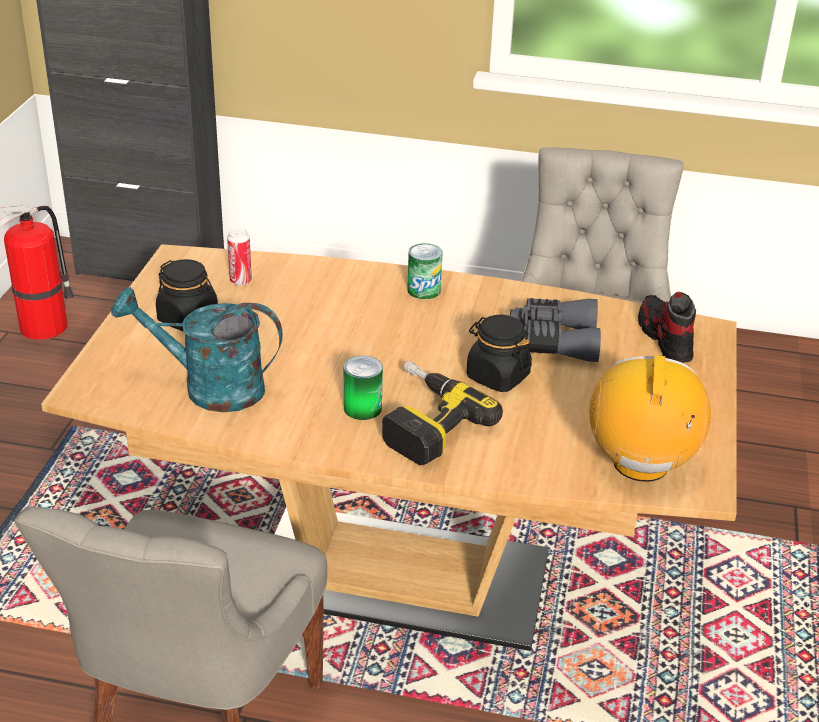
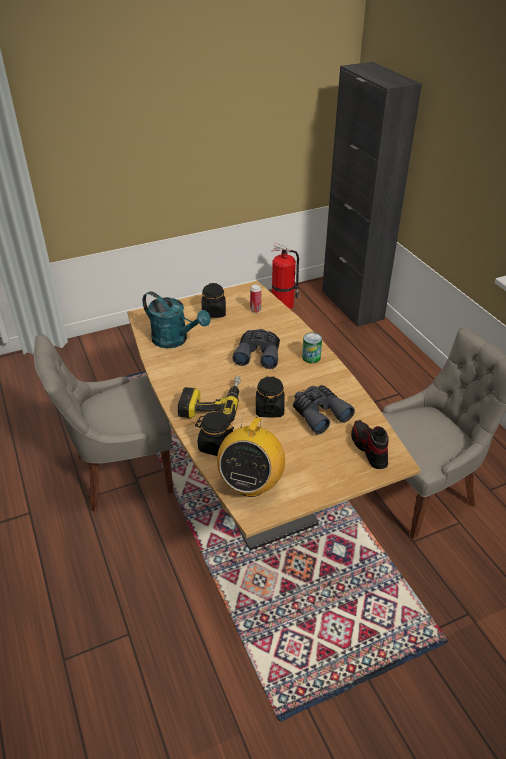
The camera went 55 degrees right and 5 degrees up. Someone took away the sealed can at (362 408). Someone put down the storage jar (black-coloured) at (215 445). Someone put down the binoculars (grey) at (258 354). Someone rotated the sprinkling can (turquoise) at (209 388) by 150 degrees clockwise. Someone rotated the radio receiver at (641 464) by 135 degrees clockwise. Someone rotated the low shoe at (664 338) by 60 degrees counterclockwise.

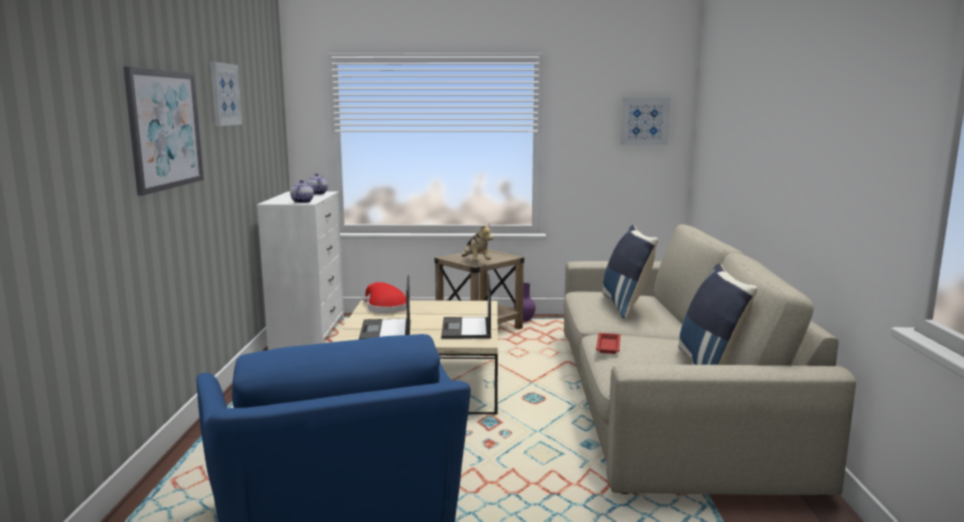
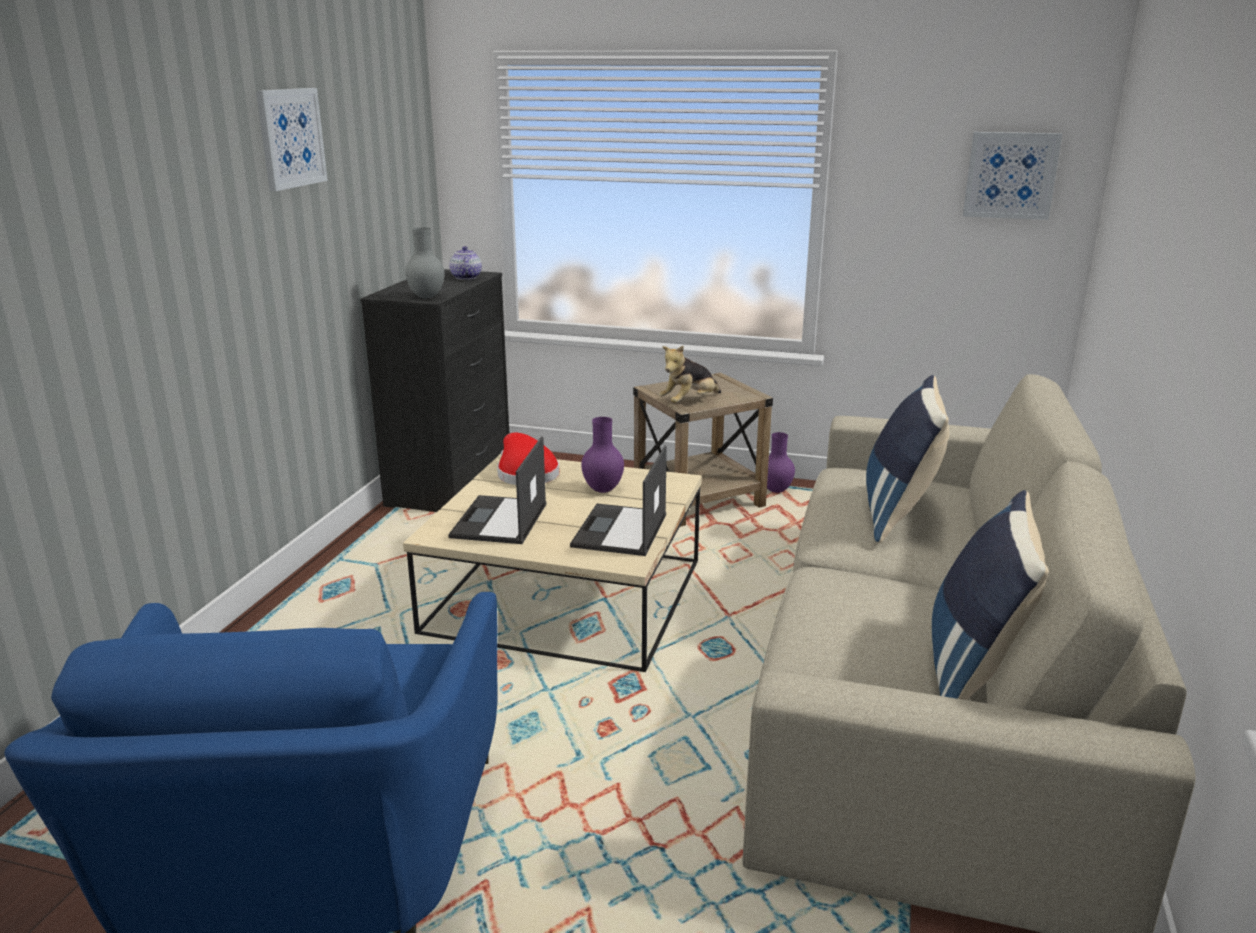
The camera went 15 degrees right and 10 degrees up. Someone took away the wall picture at (165 129). Someone took away the tray (reddish) at (608 346). Someone put down the flower vase (purple-coloured) at (603 489). Someone swapped the pot for tea at (302 202) for the flower vase (grey) at (426 297). Someone repainted the chest of drawers (whitish) at (309 334), which became the chest of drawers (black-coloured) at (451 483). Someone rotated the plush toy at (475 262) by 60 degrees clockwise.

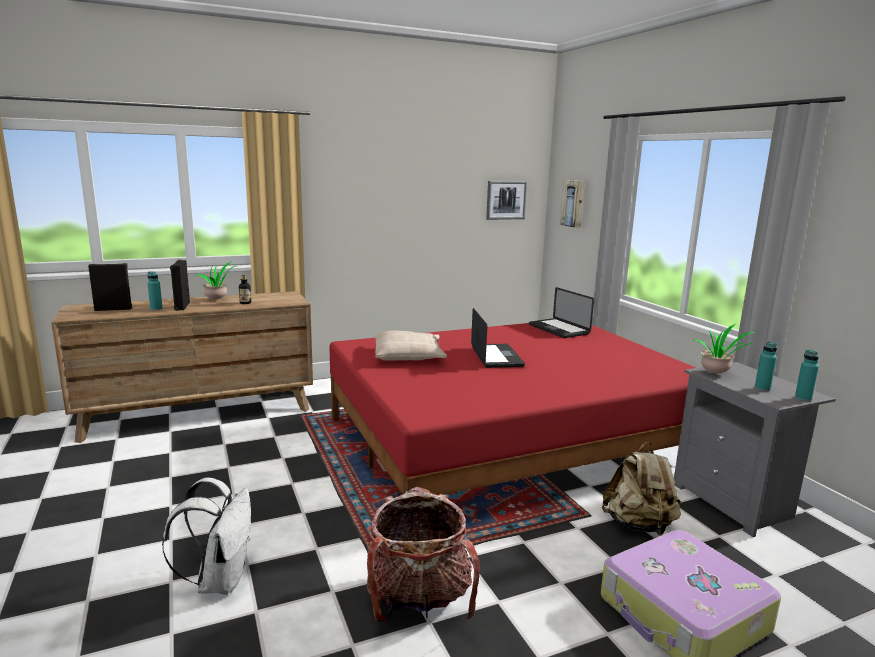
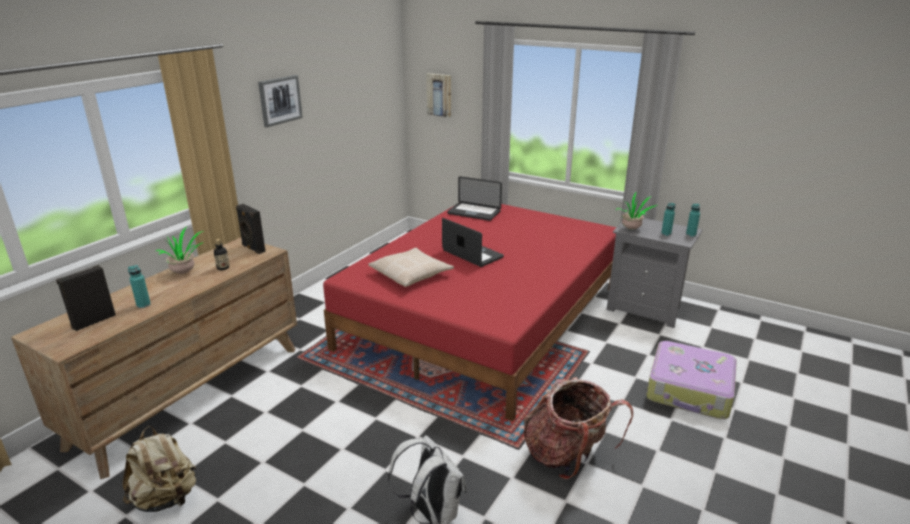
The camera went 35 degrees left and 10 degrees up. Someone carried the loudspeaker (black-coloured) from (181 306) to (253 249). Someone carried the wall picture from (506 200) to (280 100). Someone carried the rucksack (beige) from (639 525) to (166 498).

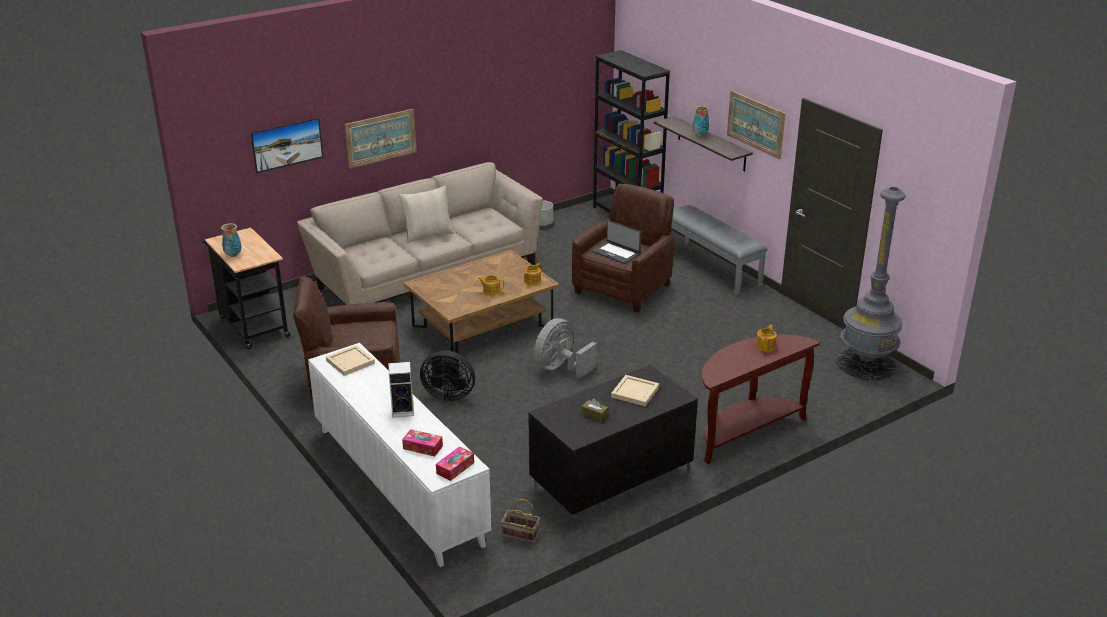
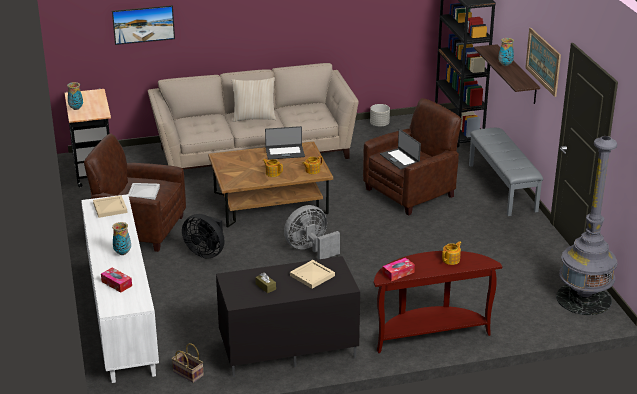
The camera went 20 degrees right and 0 degrees up. Someone took away the wall picture at (381 138). Someone put down the tray (whitish) at (143 193). Someone put down the laptop at (285 152). Someone carried the tissue holder from (455 468) to (398 273). Someone swapped the loudspeaker at (403 410) for the flower vase at (123 253).

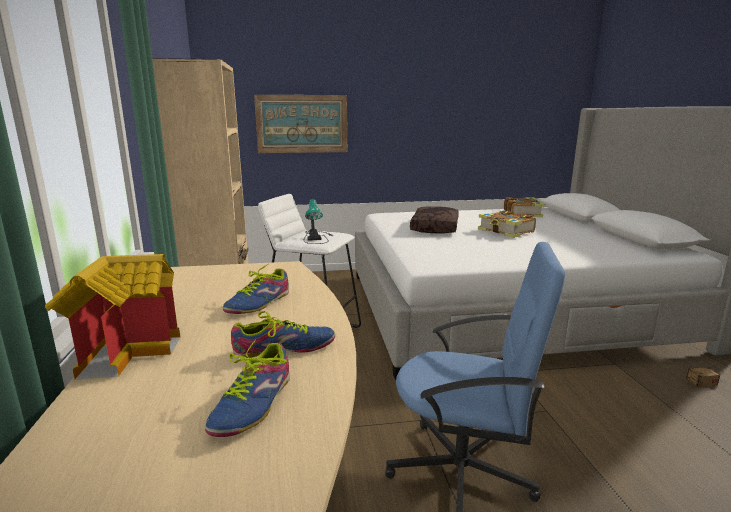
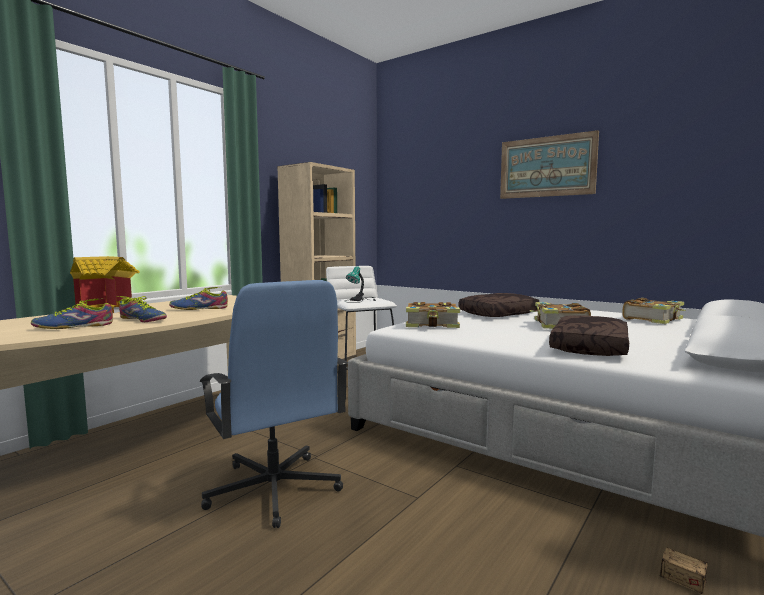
The camera went 45 degrees right and 10 degrees down. Someone put down the volume at (432 324). Someone put down the throw pillow (brown-coloured) at (591 347). Someone carried the wall picture from (302 124) to (546 167).

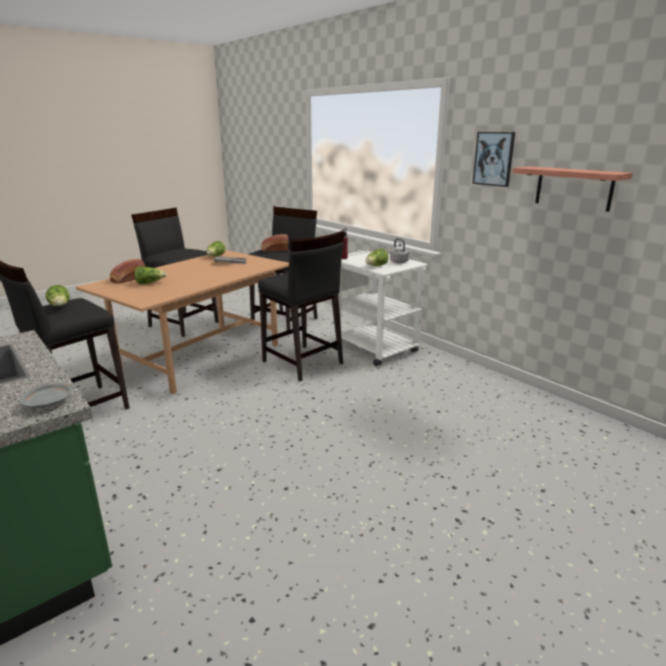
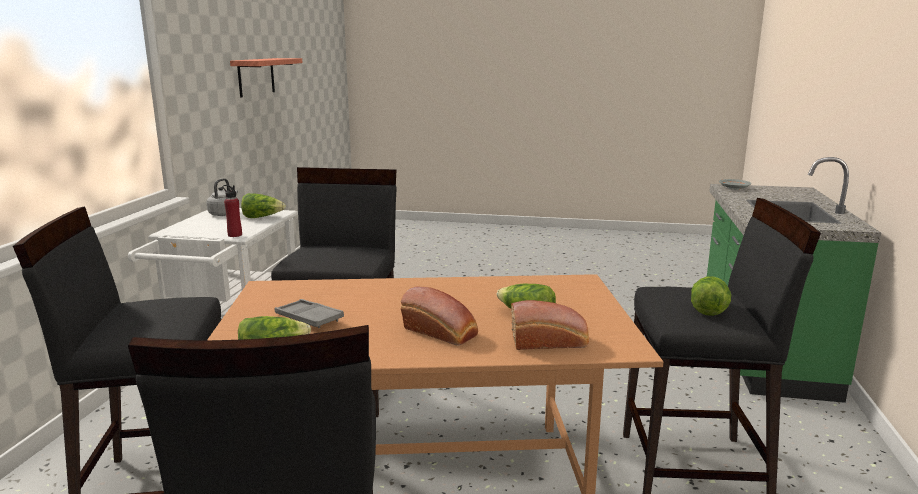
The camera went 130 degrees left and 5 degrees down. Someone took away the wall picture at (494 159). Someone carried the bread from (274 250) to (442 333).

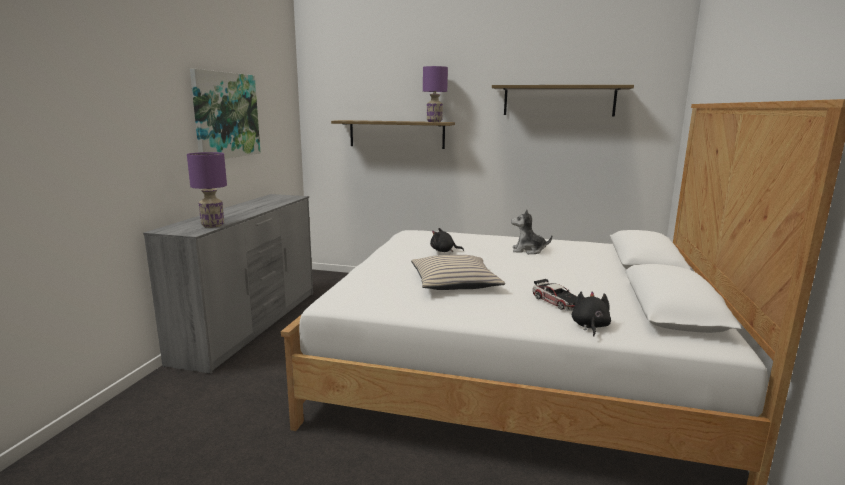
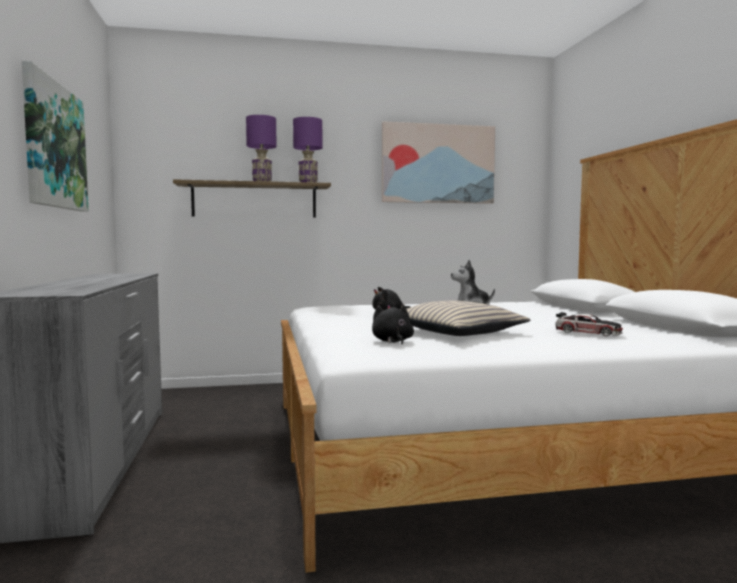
The camera went 25 degrees left and 10 degrees down. Someone carried the lamp for a table (purple-coloured) from (212 225) to (262 182). Someone carried the plush toy (black-coloured) from (589 326) to (392 341). Someone swapped the wall shelf at (558 101) for the wall picture at (438 164).

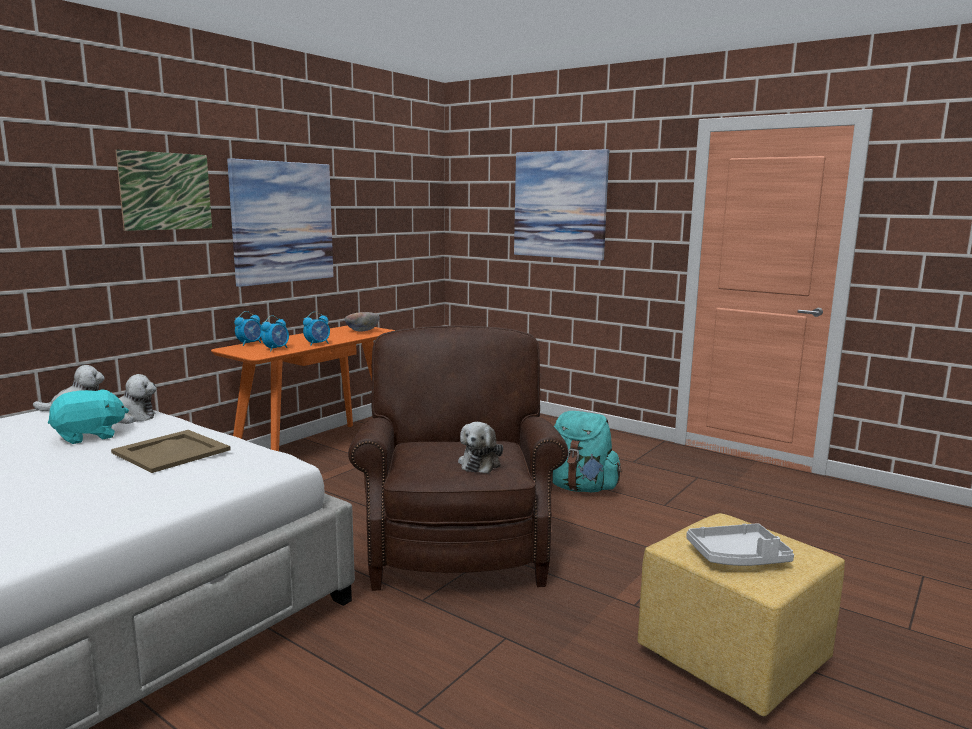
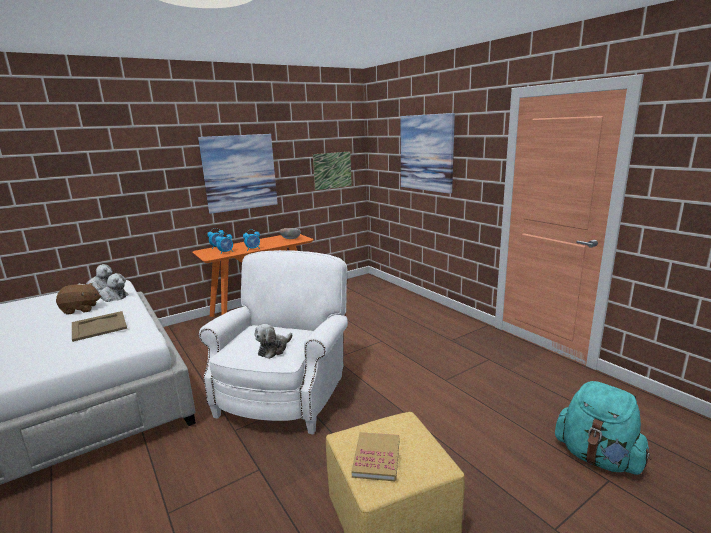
The camera went 20 degrees right and 5 degrees up. Someone carried the wall picture from (166 191) to (332 170). Someone carried the rucksack (turquoise) from (579 487) to (597 457). Someone swapped the tray (grey) at (738 557) for the volume at (376 458). Someone repainted the plush toy (turquoise) at (89 436), which became the plush toy (brown-coloured) at (81 309). Someone repainted the easy chair (brown-coloured) at (457 545), which became the easy chair (whitish) at (286 392).

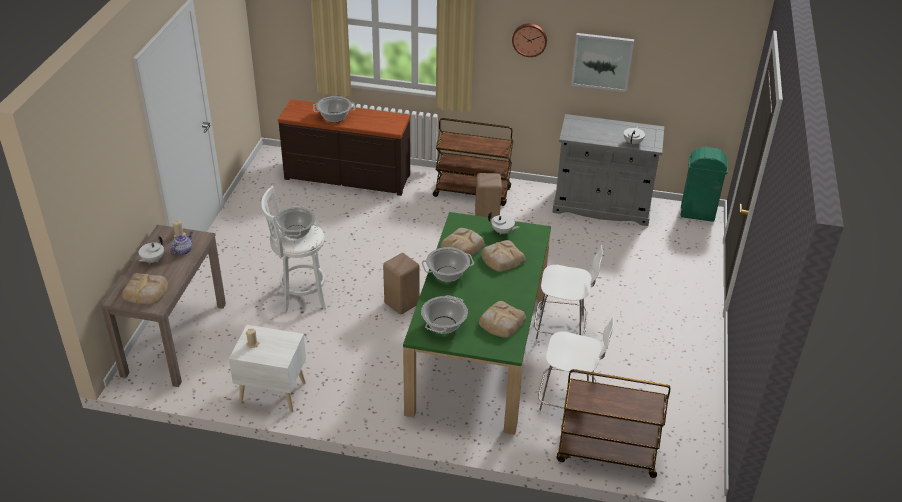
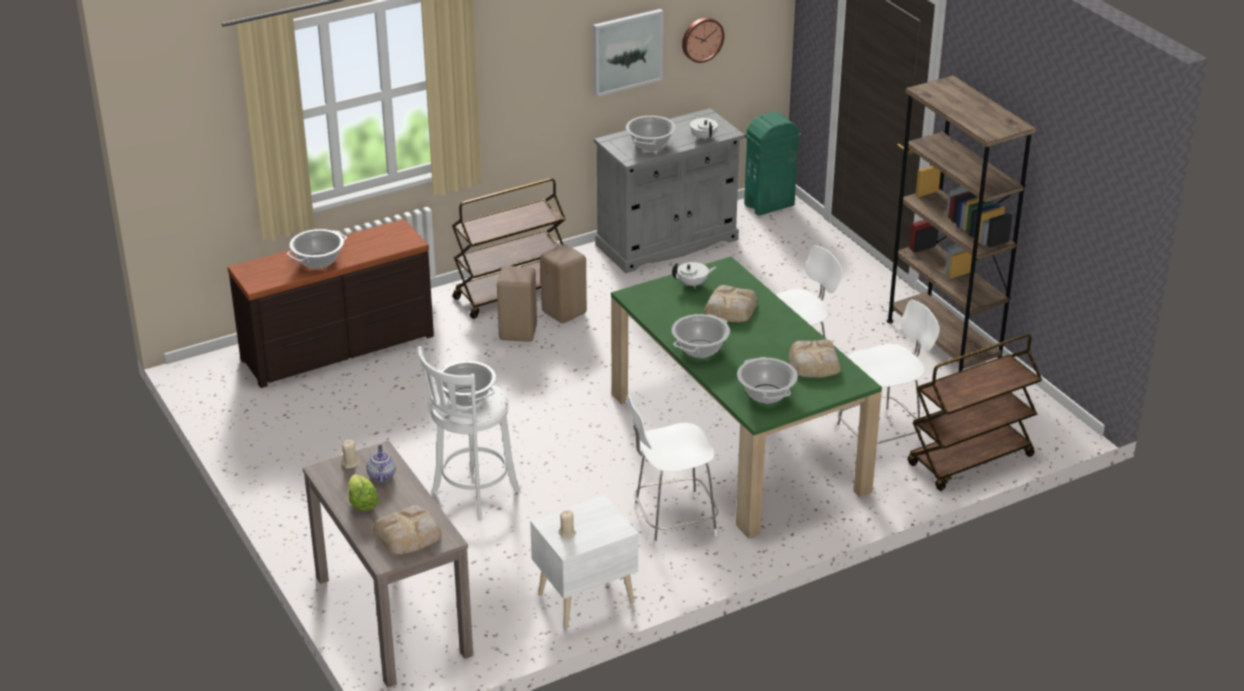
The camera went 40 degrees left and 5 degrees down. Someone took away the bread at (463 246). Someone put down the cooking pot at (650 144). Someone put down the chair (whitish) at (671 523). Someone put down the shelving unit (brown-coloured) at (943 342). Someone carried the sitting stool (beige) from (400 303) to (517 333). Someone carried the clock on the wall from (529 39) to (701 39). Someone swapped the pot for tea (whitish) at (152 260) for the lettuce at (362 503).

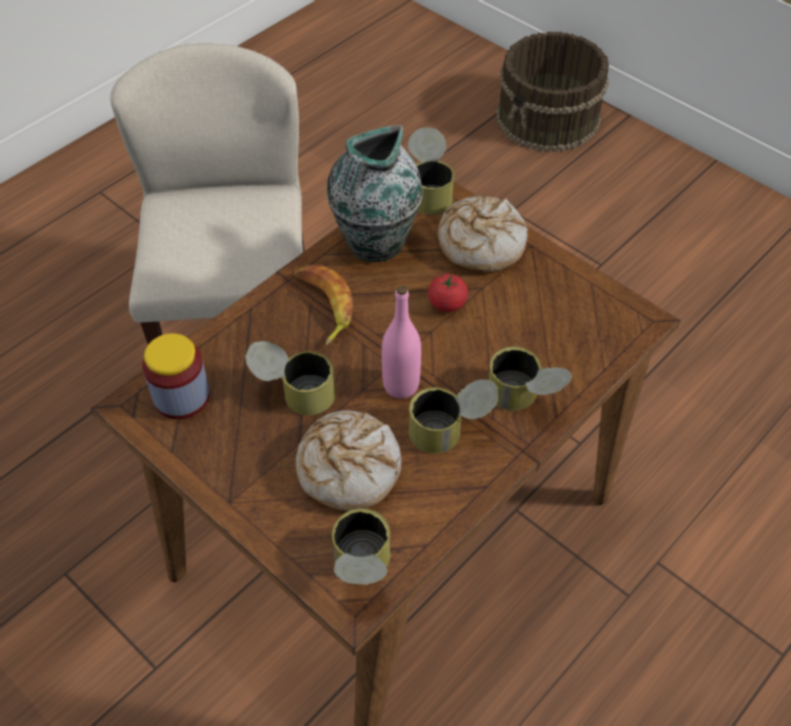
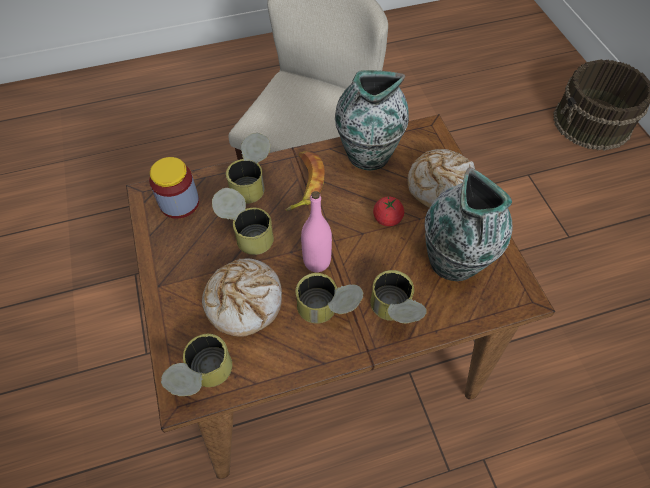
The camera went 30 degrees right and 5 degrees up. Someone put down the flower vase at (454 262). Someone carried the sealed can from (429 190) to (252 182).

